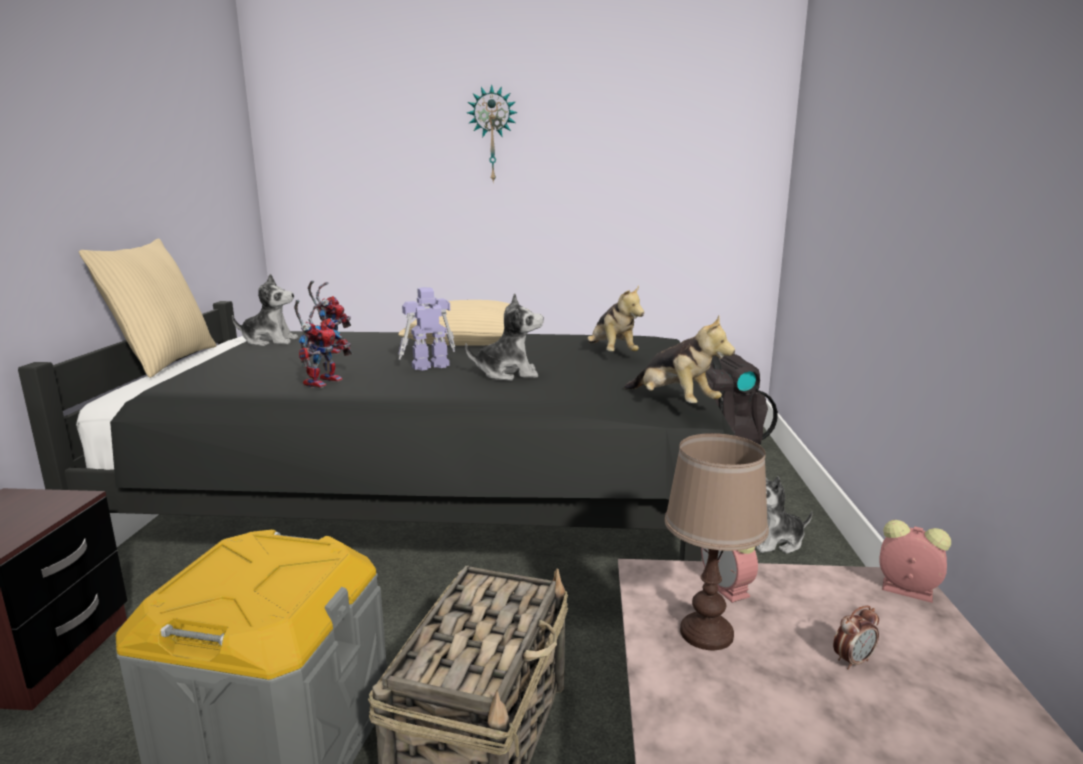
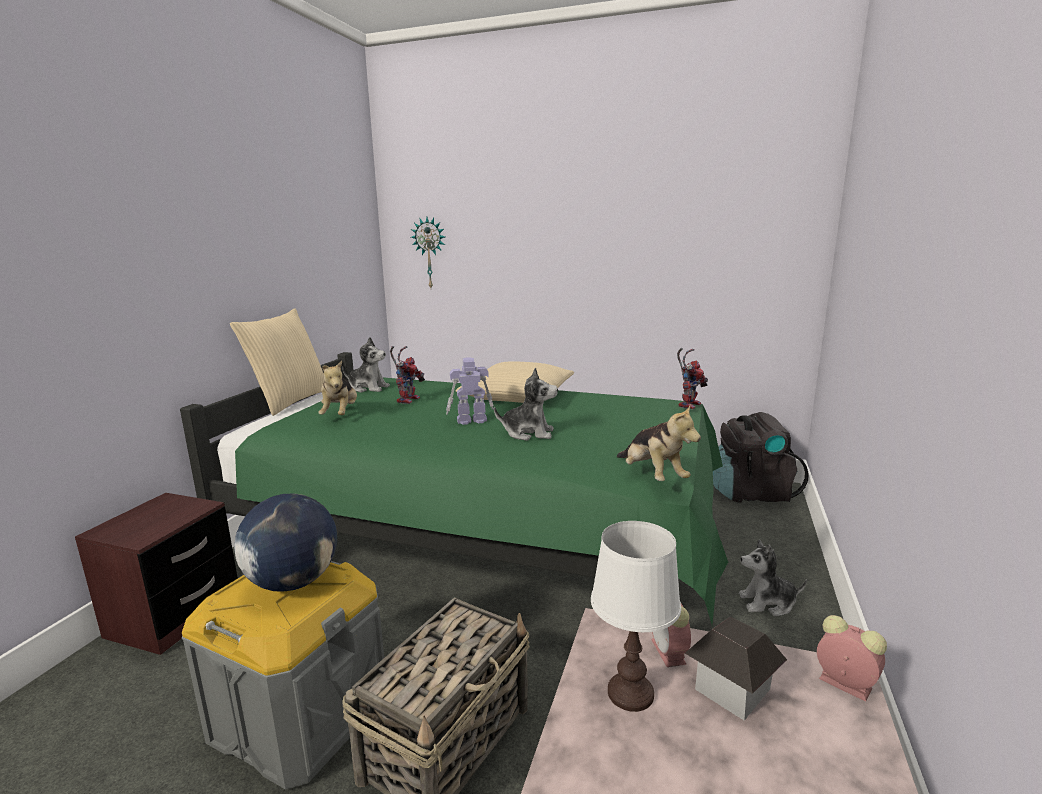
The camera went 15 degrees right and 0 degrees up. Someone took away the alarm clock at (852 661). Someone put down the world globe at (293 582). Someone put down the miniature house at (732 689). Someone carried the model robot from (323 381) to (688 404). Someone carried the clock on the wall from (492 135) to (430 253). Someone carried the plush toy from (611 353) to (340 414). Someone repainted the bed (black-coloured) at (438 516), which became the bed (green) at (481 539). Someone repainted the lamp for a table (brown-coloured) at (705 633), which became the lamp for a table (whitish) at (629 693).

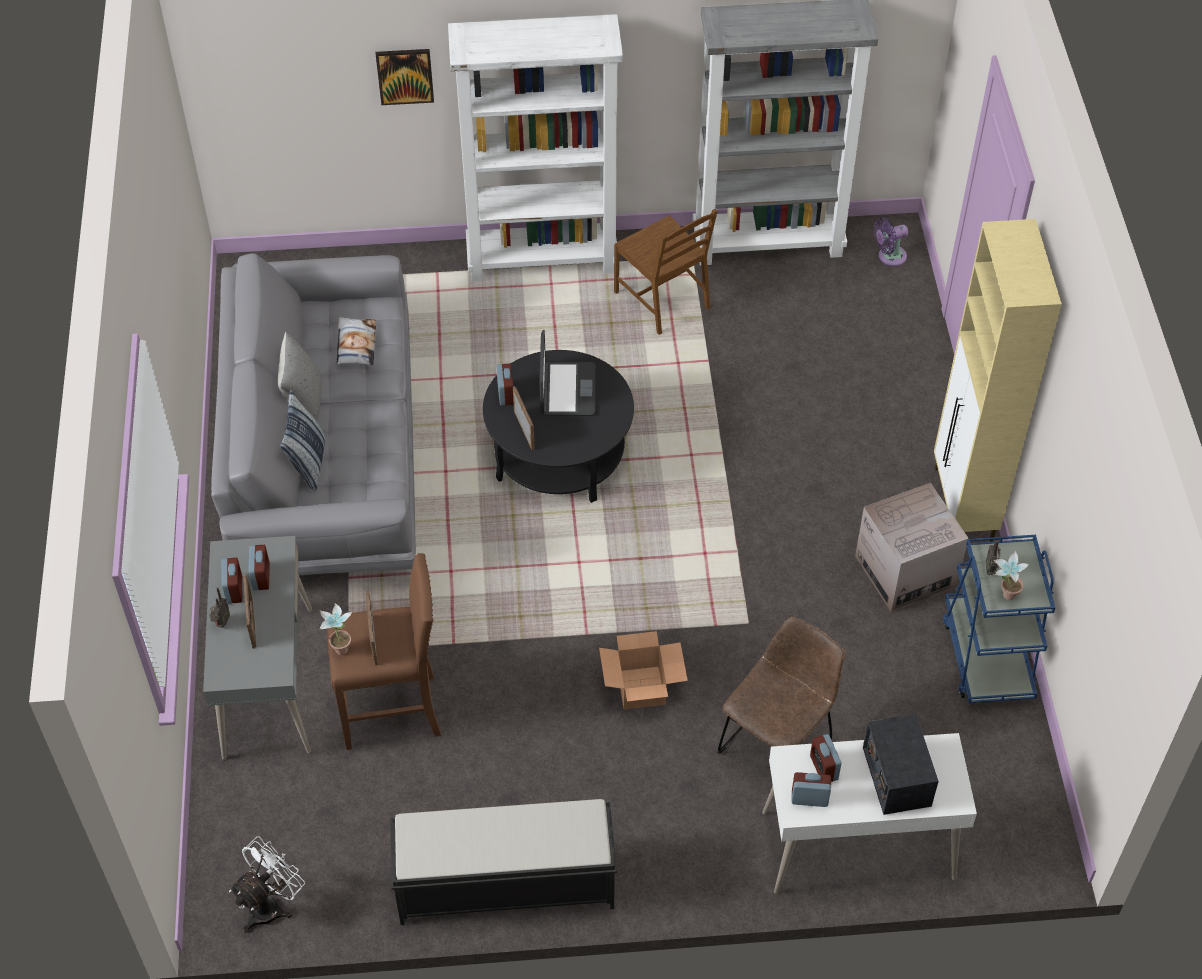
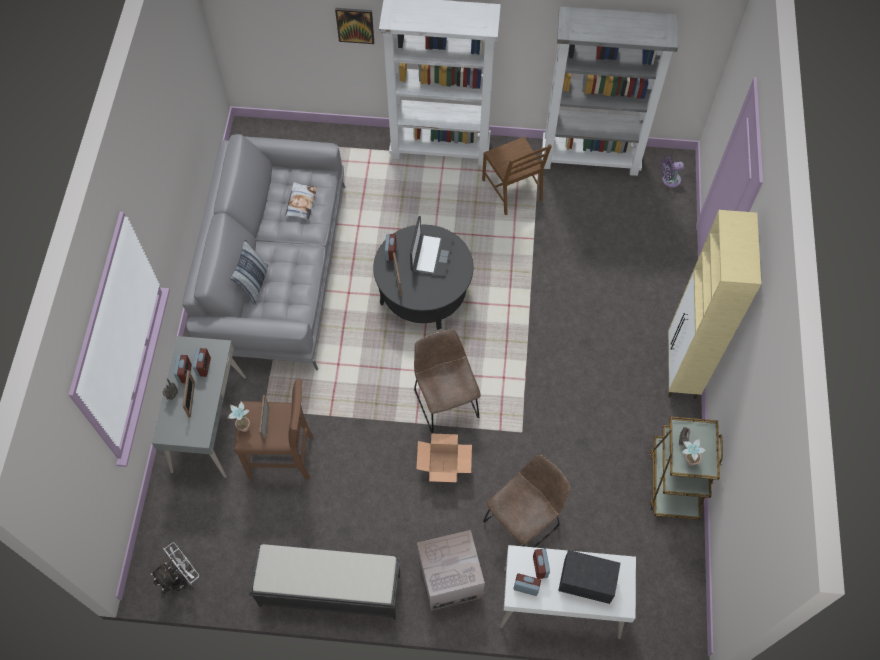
The camera went 10 degrees right and 10 degrees up. Someone took away the throw pillow (grey) at (304 403). Someone put down the chair (brown-coloured) at (445 400). Someone carried the packing box from (905 571) to (450 578). Someone repainted the trolley (bluish) at (987 655), which became the trolley (brown-coloured) at (674 481). Someone rotated the radio receiver at (896 776) by 105 degrees clockwise.

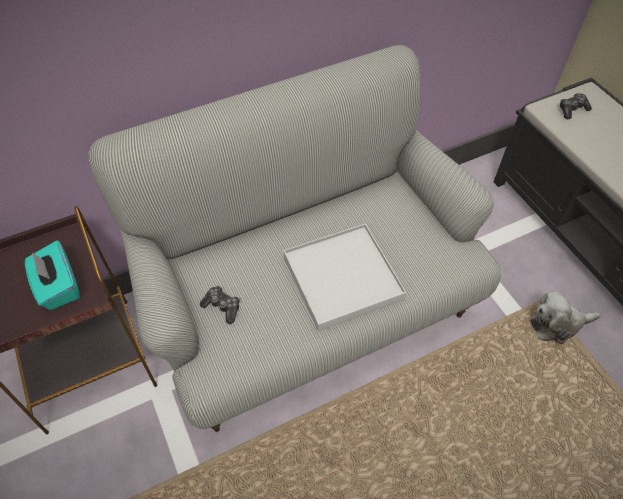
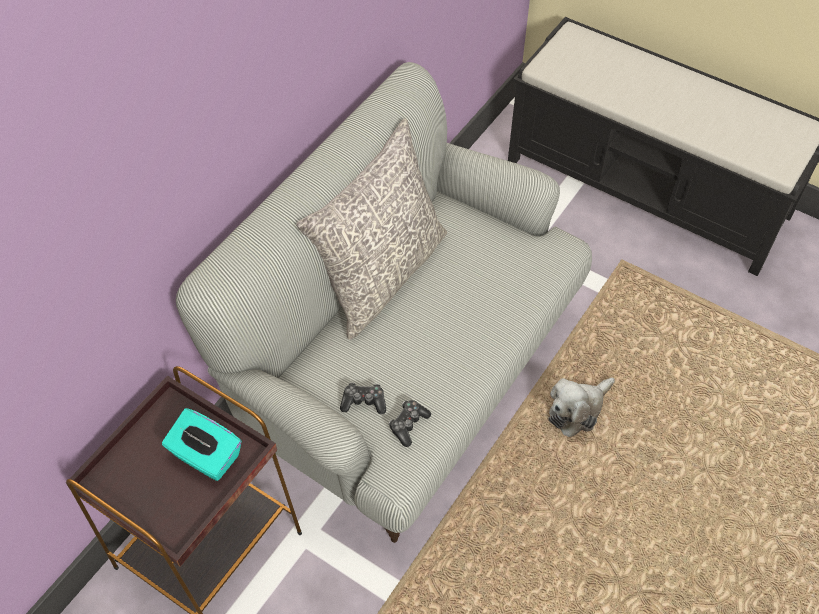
The camera went 30 degrees left and 0 degrees up. Someone took away the tray (whitish) at (343 279). Someone put down the throw pillow (grey) at (381 275). Someone carried the plush toy from (557 324) to (577 410). Someone carried the game controller from (572 110) to (408 425).

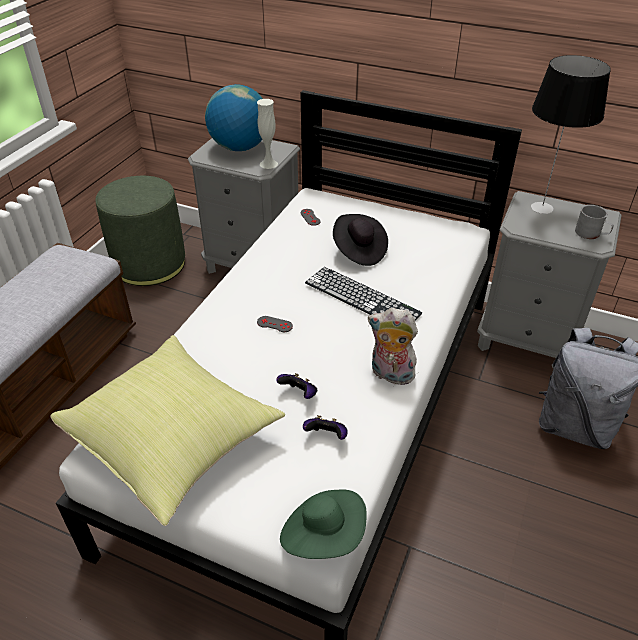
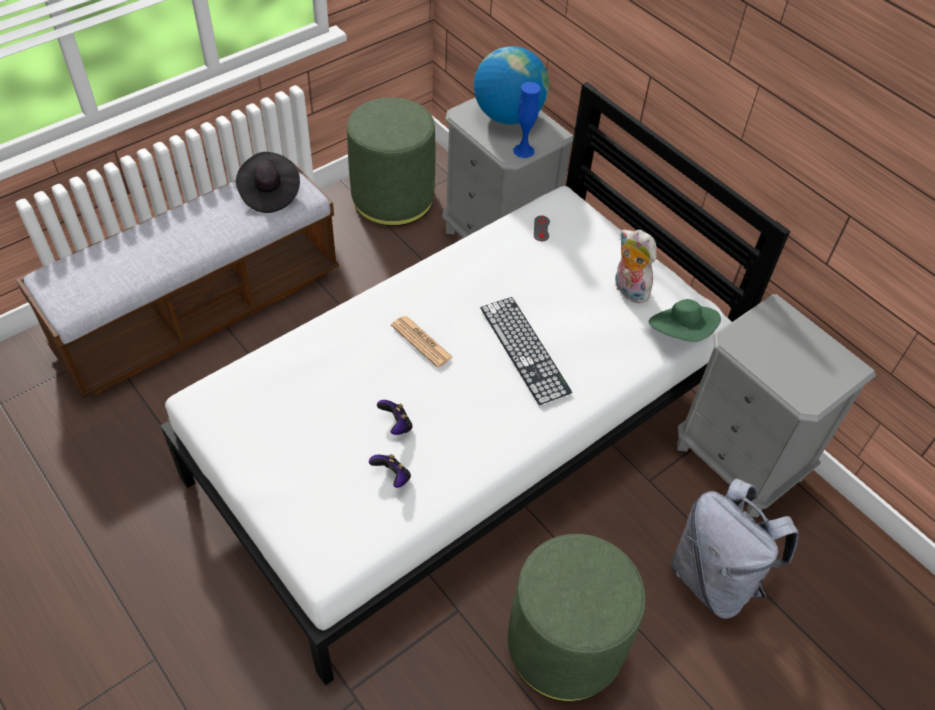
The camera went 25 degrees right and 10 degrees up. Someone took away the throw pillow (yellow-coloured) at (175 441). Someone took away the lamp for a table at (542 207). Someone took away the tea mug (grey) at (591 234). Someone put down the pouffe (green) at (564 645). Someone carried the wearable hat (green) from (324 535) to (681 332). Someone carried the wearable hat (black-coloured) from (359 251) to (269 193). Someone carried the plush toy from (390 375) to (628 290). Someone swapped the game controller (grey) at (274 324) for the daily paper at (421 341). Someone repainted the flower vase (whitish) at (268 164), which became the flower vase (bluish) at (523 150).

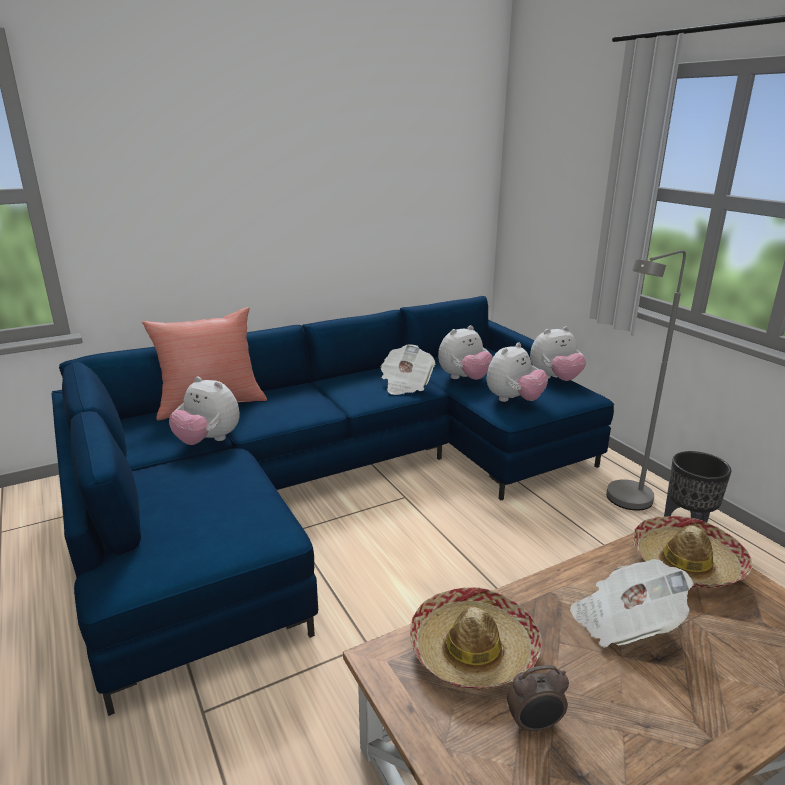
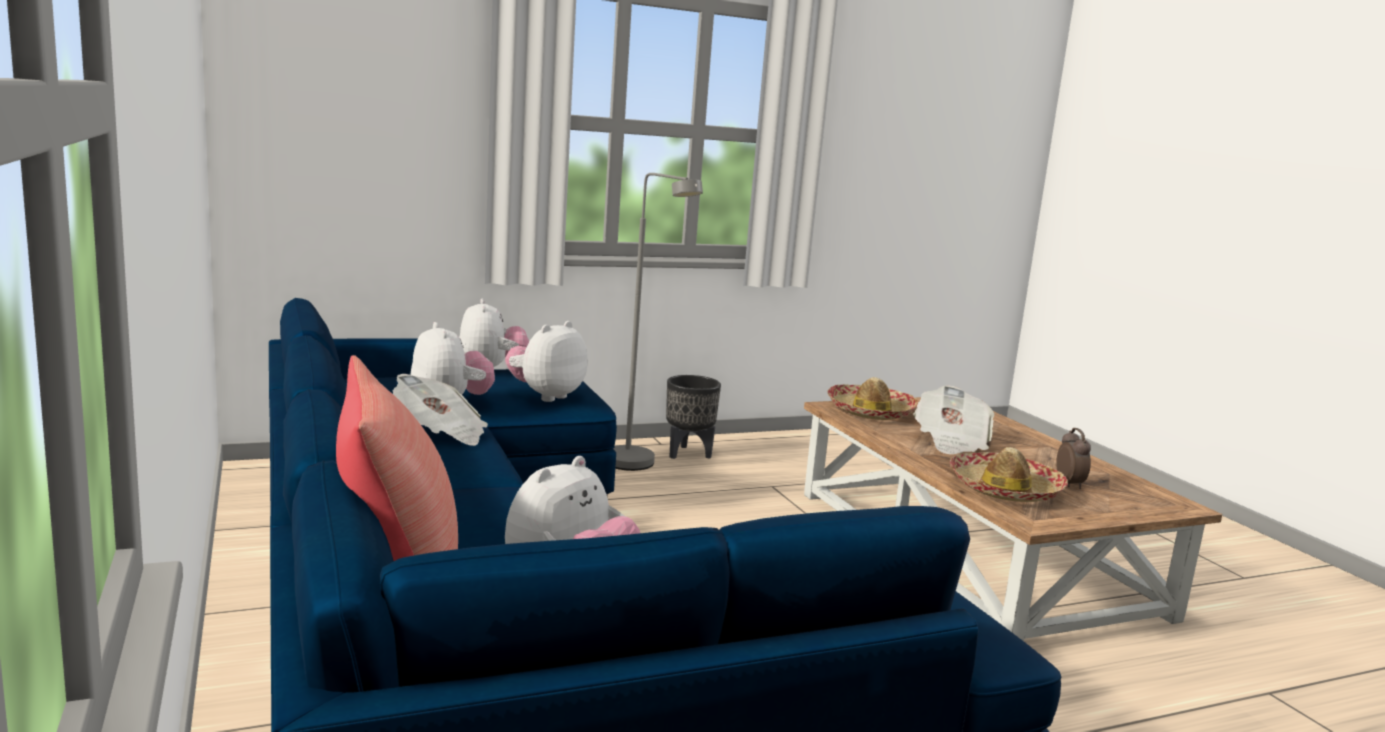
The camera went 85 degrees left and 10 degrees down. Someone rotated the plush toy at (514 400) by 105 degrees counterclockwise.

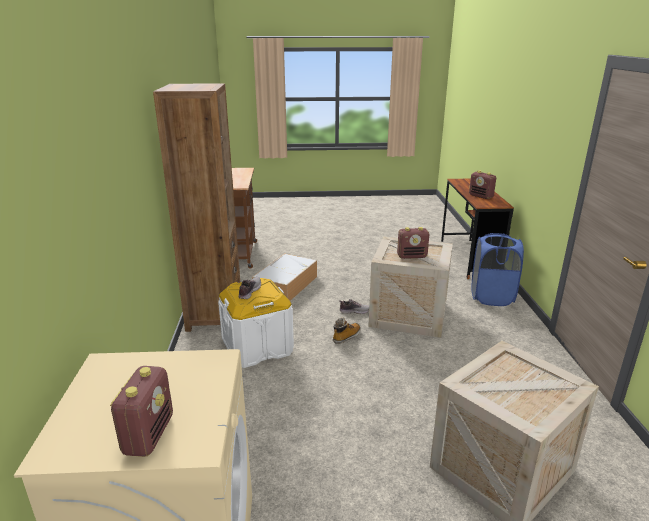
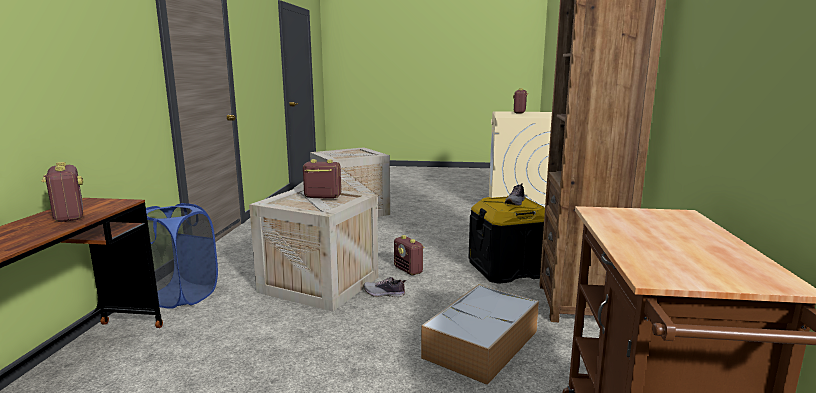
The camera went 170 degrees left and 10 degrees down. Someone swapped the high-top boot at (346 337) for the radio receiver at (408 270). Someone repainted the storage box (whitish) at (257 347), which became the storage box (black-coloured) at (507 269).

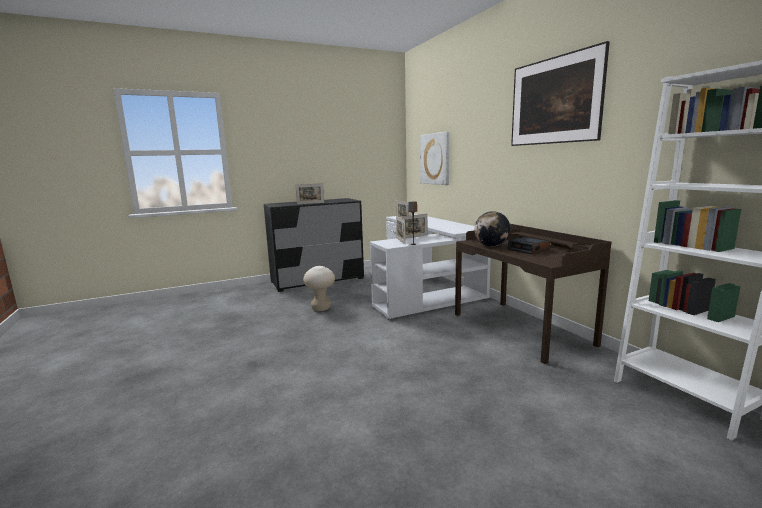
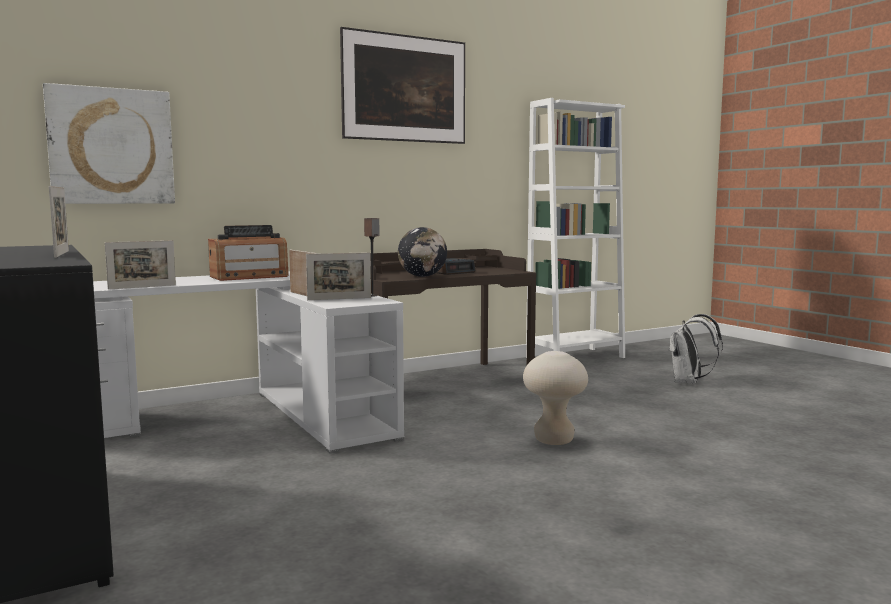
The camera went 95 degrees left and 5 degrees down. Someone put down the radio receiver at (249 277). Someone put down the rucksack (whitish) at (689 382). Someone carried the sitting stool (beige) from (321 308) to (553 440).

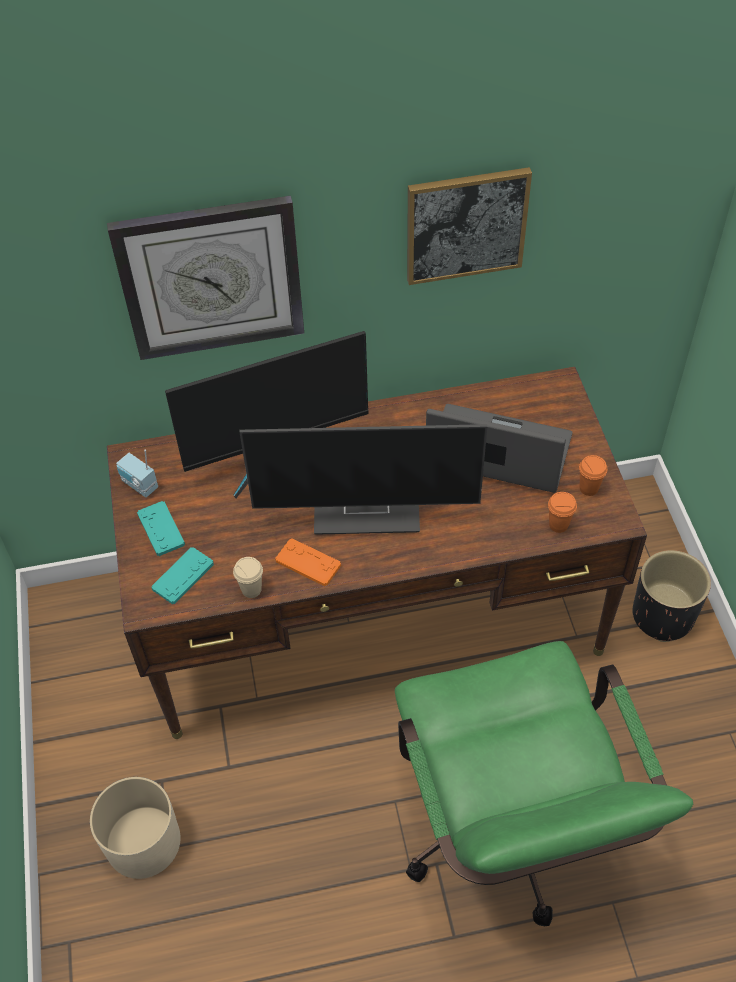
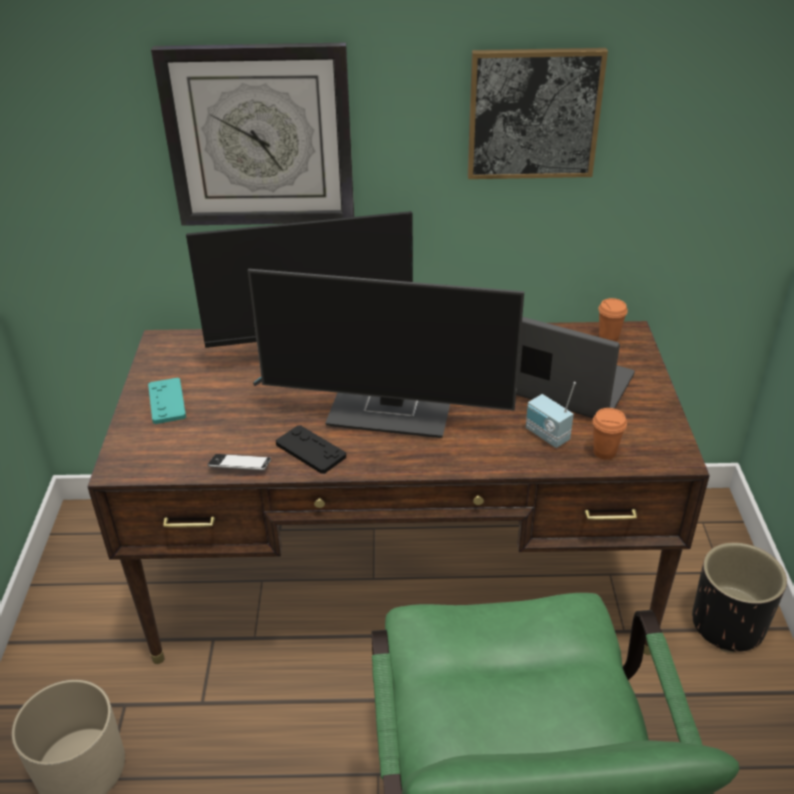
The camera went 10 degrees right and 15 degrees down. Someone took away the game controller (turquoise) at (183 576). Someone carried the radio receiver from (139 485) to (546 436). Someone carried the small cup (orange) from (588 488) to (608 338). Someone swapped the small cup (beige) at (251 589) for the telephone at (240 466). Someone repainted the game controller (orange) at (308 563), which became the game controller (black-coloured) at (310 450).

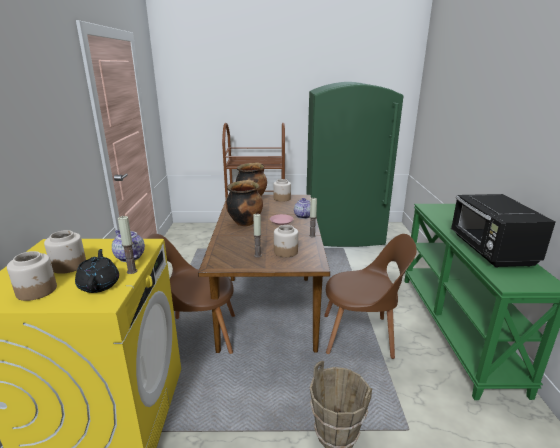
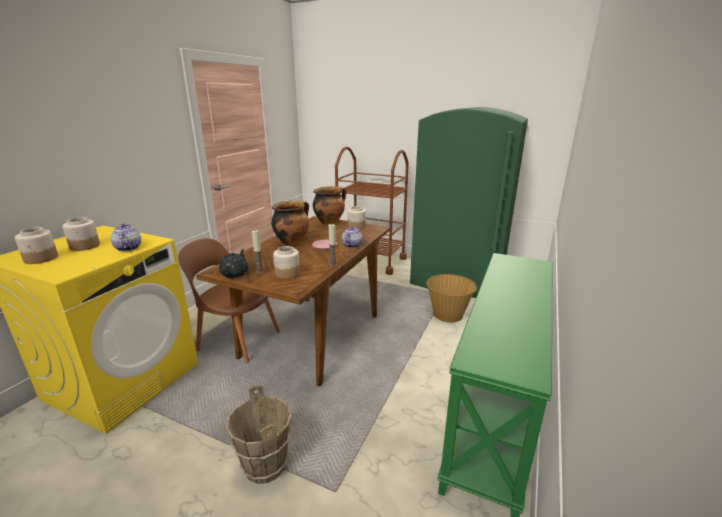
The camera went 25 degrees right and 0 degrees up. Someone took away the wax candle at (132 271). Someone took away the chair (brown-coloured) at (361 335). Someone took away the microwave oven (black-coloured) at (491 251). Someone put down the household basket at (448 314). Someone carried the pot for tea (black-coloured) from (99 284) to (235 273).

